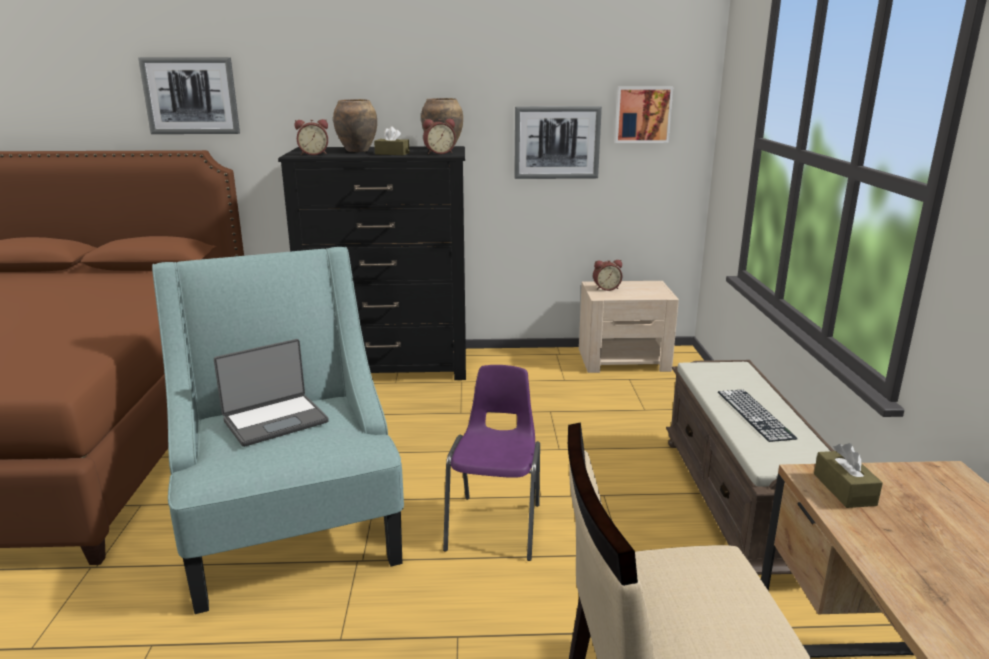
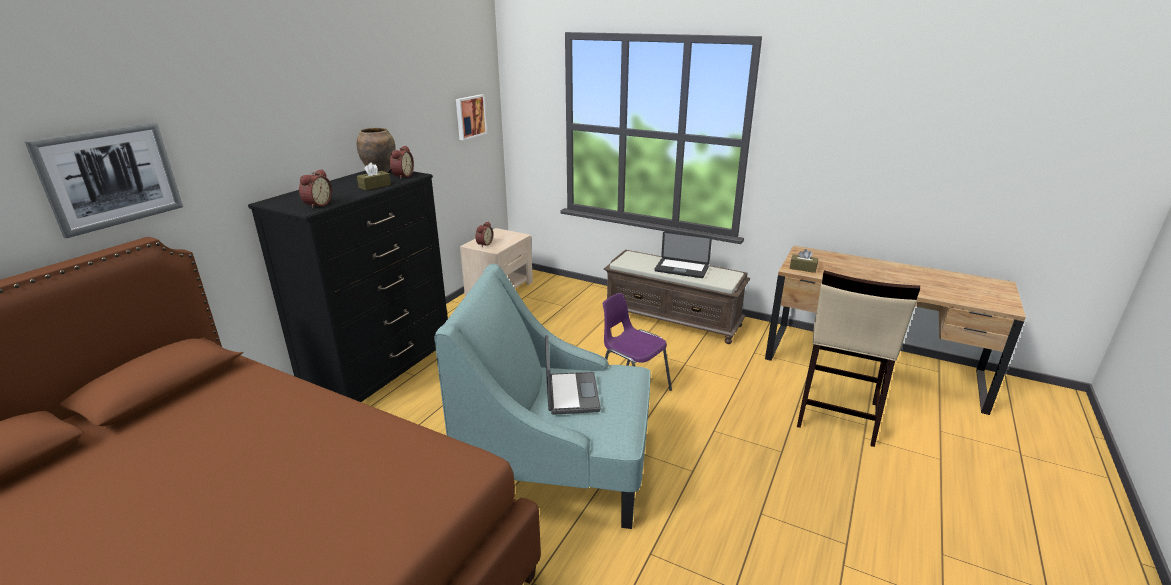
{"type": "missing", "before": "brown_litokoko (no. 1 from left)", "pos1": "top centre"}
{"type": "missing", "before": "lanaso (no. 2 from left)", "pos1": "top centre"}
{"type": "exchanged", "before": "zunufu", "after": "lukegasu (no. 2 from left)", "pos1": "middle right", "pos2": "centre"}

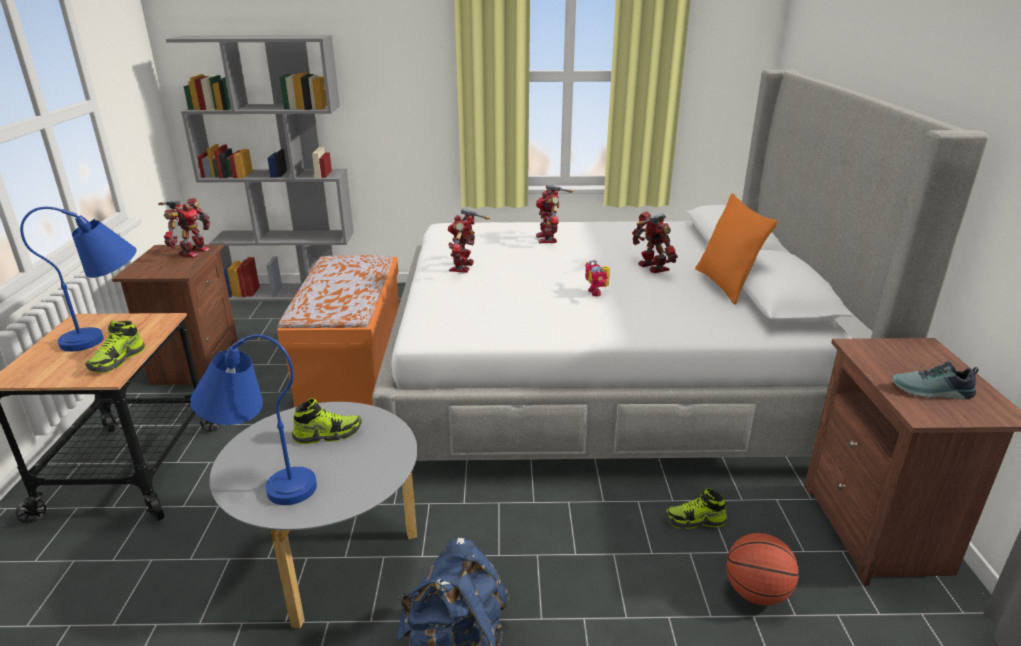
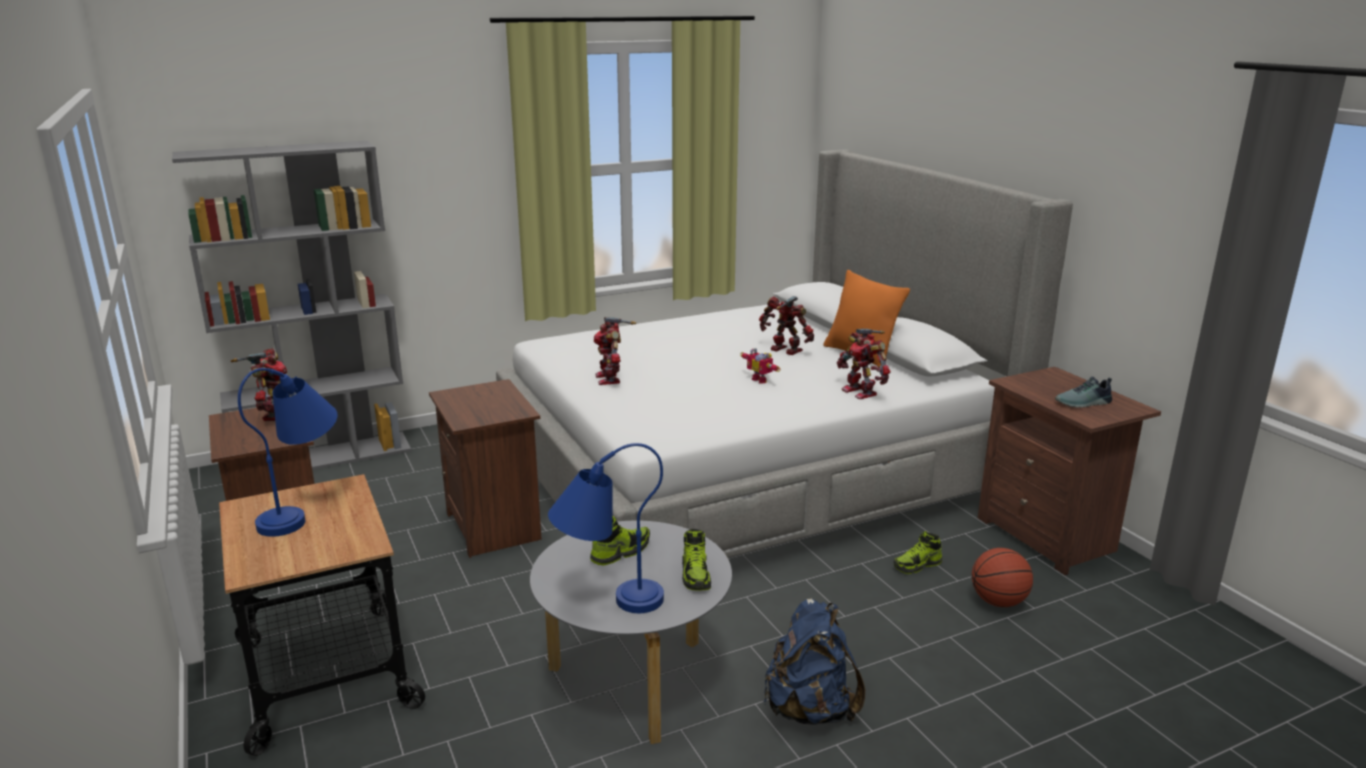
{"type": "relocated", "before": "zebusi (no. 3 from left in the first image)", "after": "zebusi (no. 5 from left)", "pos1": "top centre", "pos2": "centre"}
{"type": "exchanged", "before": "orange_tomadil", "after": "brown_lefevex (no. 2 from left)", "pos1": "middle left", "pos2": "centre"}
{"type": "relocated", "before": "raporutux (no. 1 from left in the first image)", "after": "raporutux (no. 2 from left)", "pos1": "middle left", "pos2": "bottom centre"}

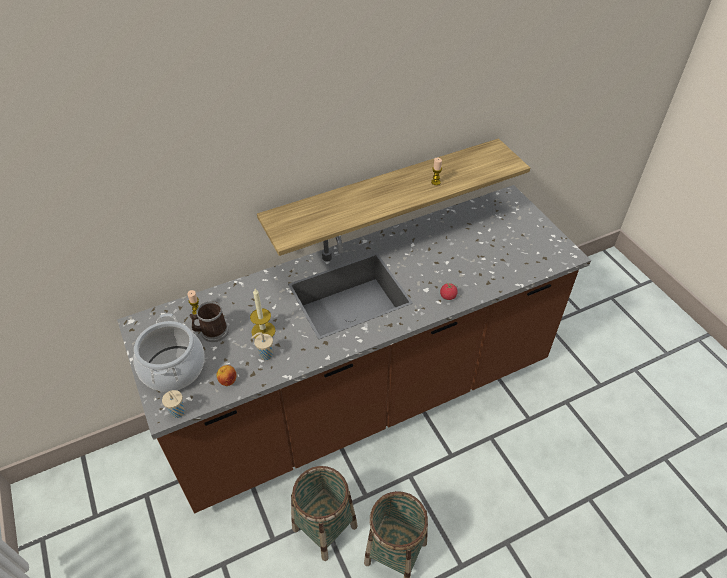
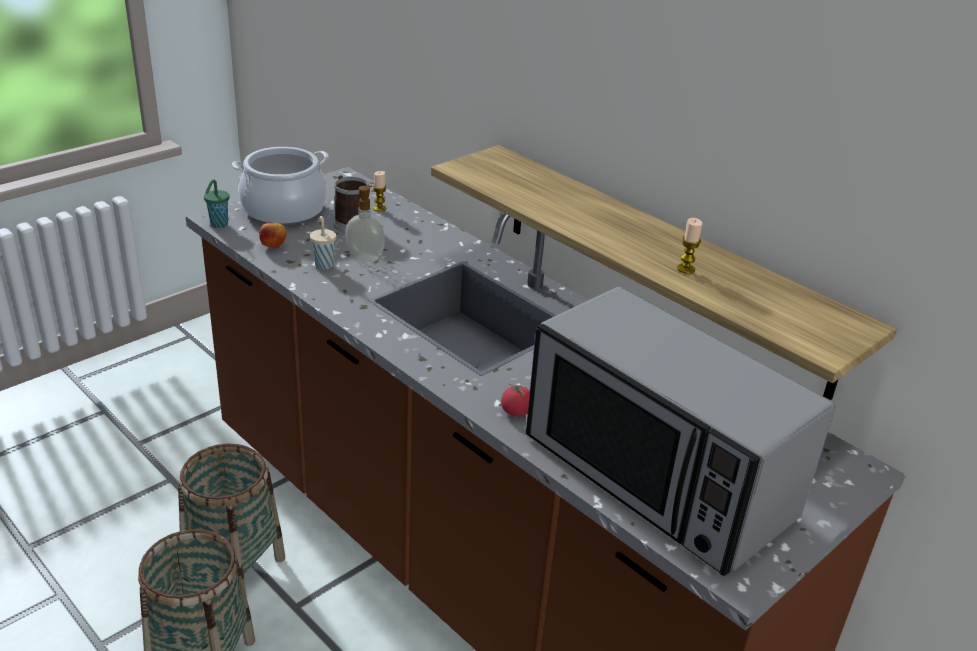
{"type": "exchanged", "before": "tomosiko (no. 2 from left)", "after": "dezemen", "pos1": "centre", "pos2": "centre"}
{"type": "colour", "before": "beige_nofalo (no. 1 from left)", "after": "green_nofalo", "pos1": "bottom left", "pos2": "top left"}
{"type": "appeared", "after": "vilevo", "pos2": "middle right"}

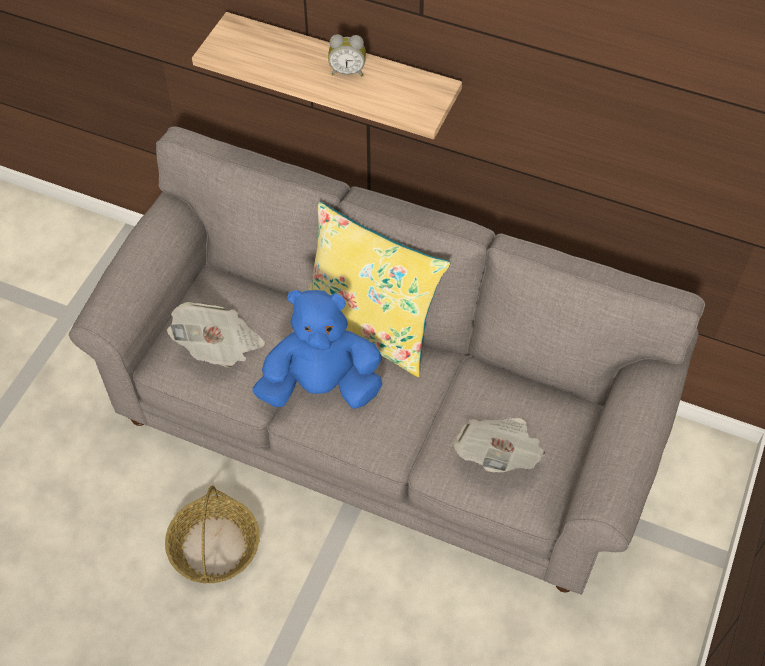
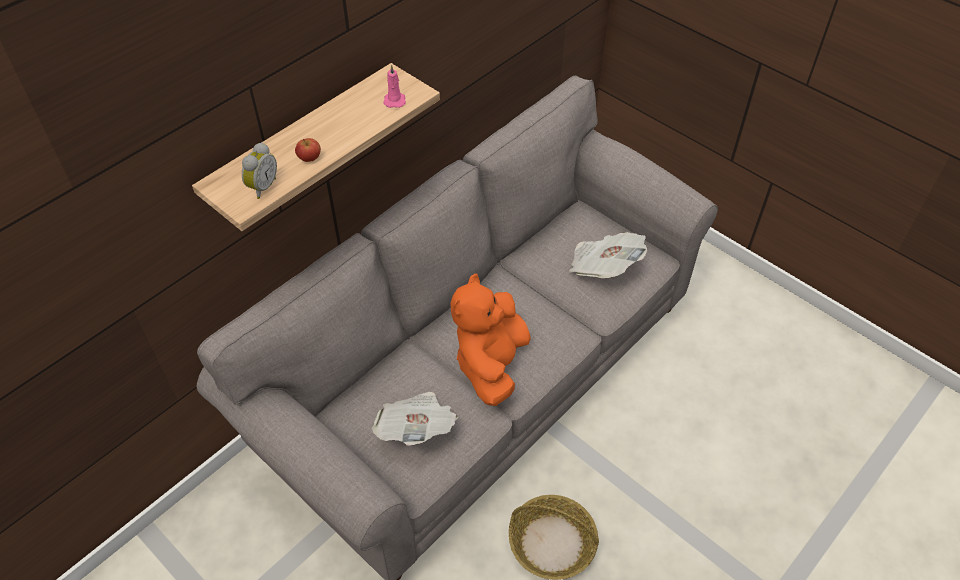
{"type": "relocated", "before": "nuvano", "pos1": "top centre", "pos2": "top left"}
{"type": "missing", "before": "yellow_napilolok", "pos1": "centre"}
{"type": "colour", "before": "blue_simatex", "after": "orange_simatex", "pos1": "centre", "pos2": "centre"}
{"type": "appeared", "after": "pink_tomosiko", "pos2": "top centre"}
{"type": "appeared", "after": "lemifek", "pos2": "top left"}

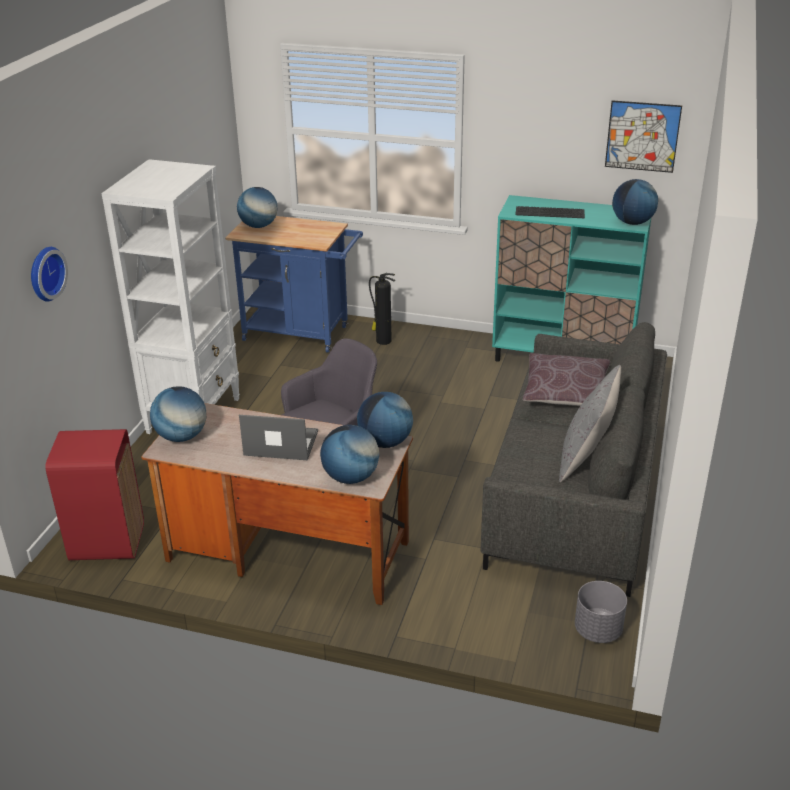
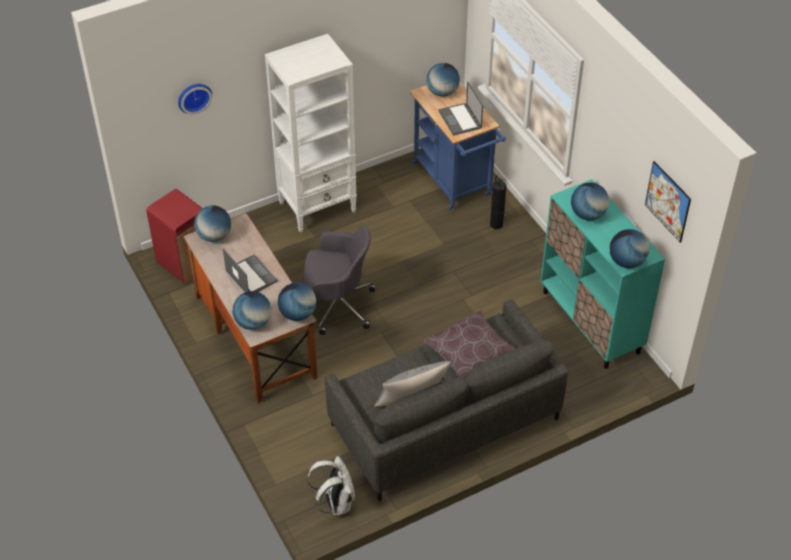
{"type": "exchanged", "before": "zunufu", "after": "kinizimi (no. 5 from left)", "pos1": "top right", "pos2": "middle right"}
{"type": "exchanged", "before": "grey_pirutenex", "after": "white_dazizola", "pos1": "bottom right", "pos2": "bottom centre"}
{"type": "appeared", "after": "lukegasu (no. 2 from left)", "pos2": "top centre"}

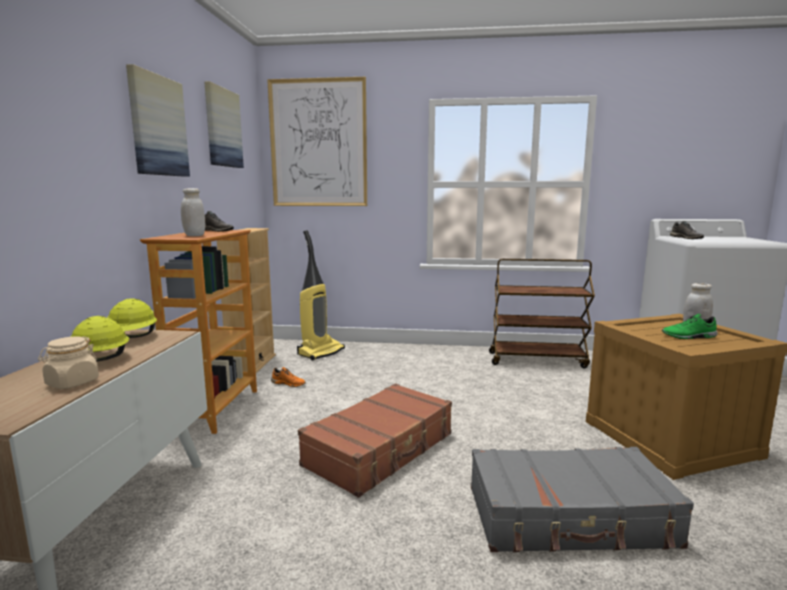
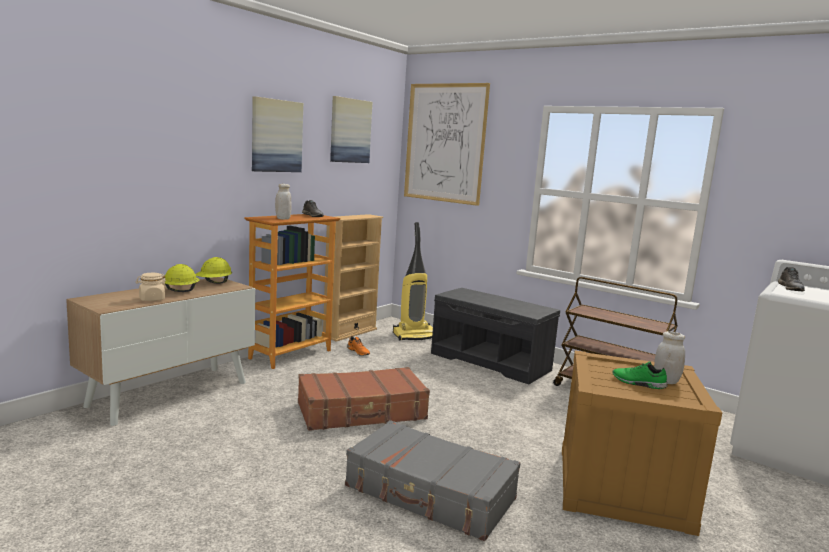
{"type": "appeared", "after": "grey_tomadil", "pos2": "centre"}

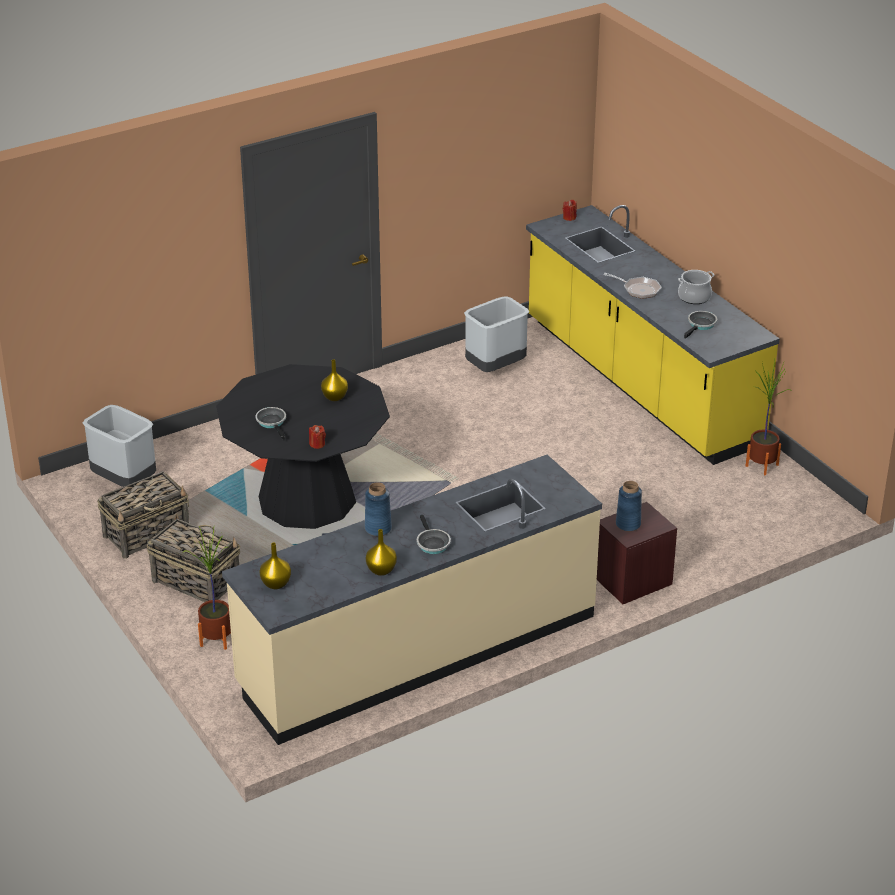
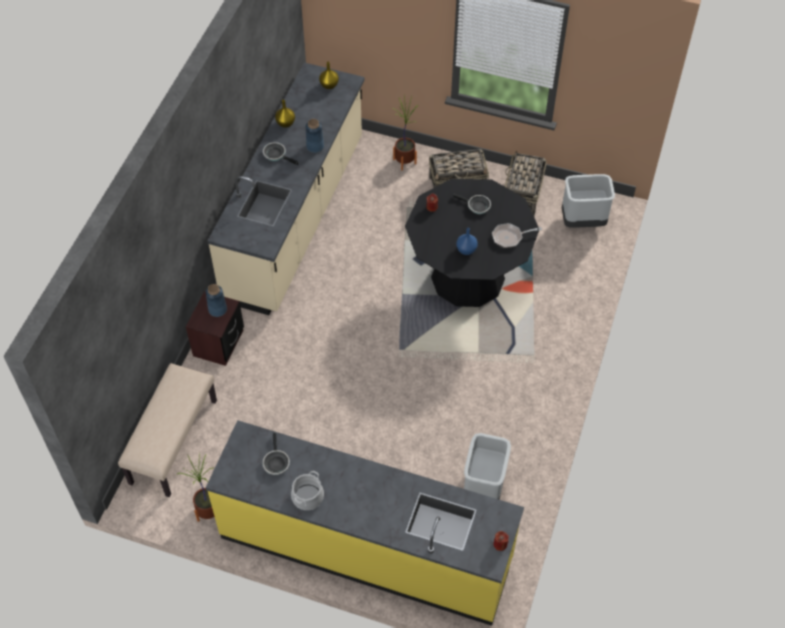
{"type": "relocated", "before": "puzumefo (no. 3 from left in the first image)", "after": "puzumefo (no. 4 from left)", "pos1": "top right", "pos2": "centre"}
{"type": "colour", "before": "yellow_litokoko (no. 2 from left)", "after": "blue_litokoko (no. 3 from left)", "pos1": "centre", "pos2": "centre"}
{"type": "appeared", "after": "beige_tomadil", "pos2": "bottom left"}

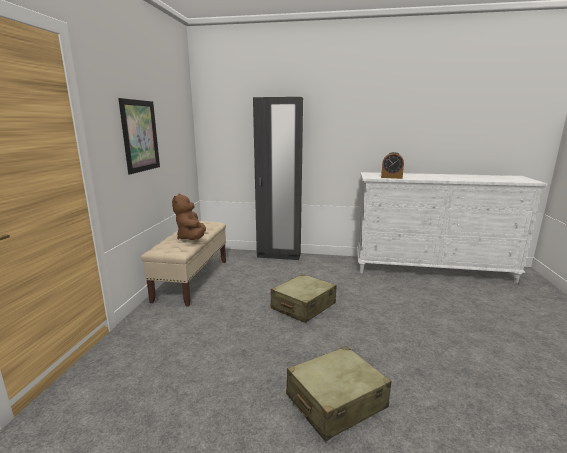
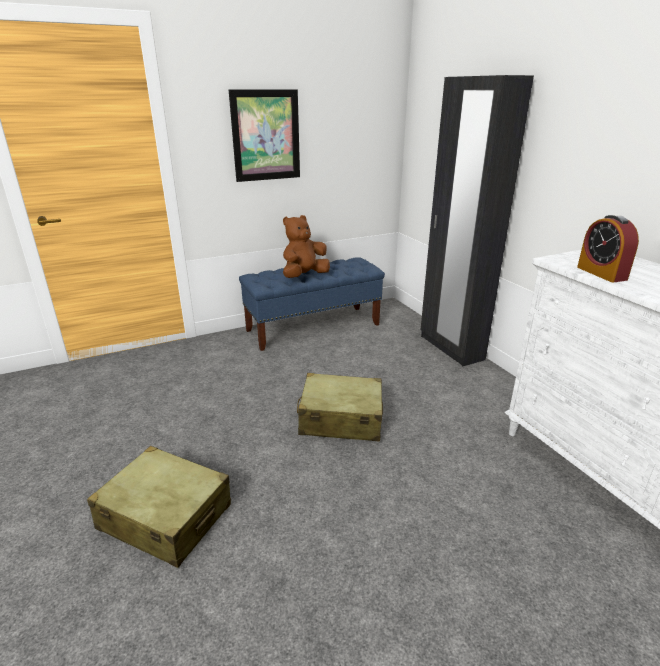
{"type": "colour", "before": "beige_tomadil", "after": "blue_tomadil", "pos1": "middle left", "pos2": "centre"}

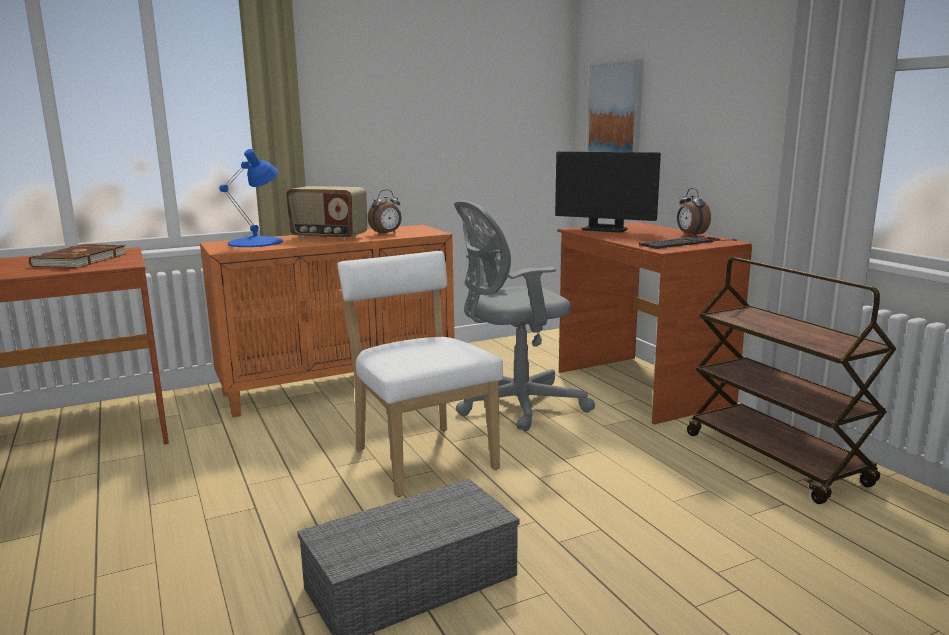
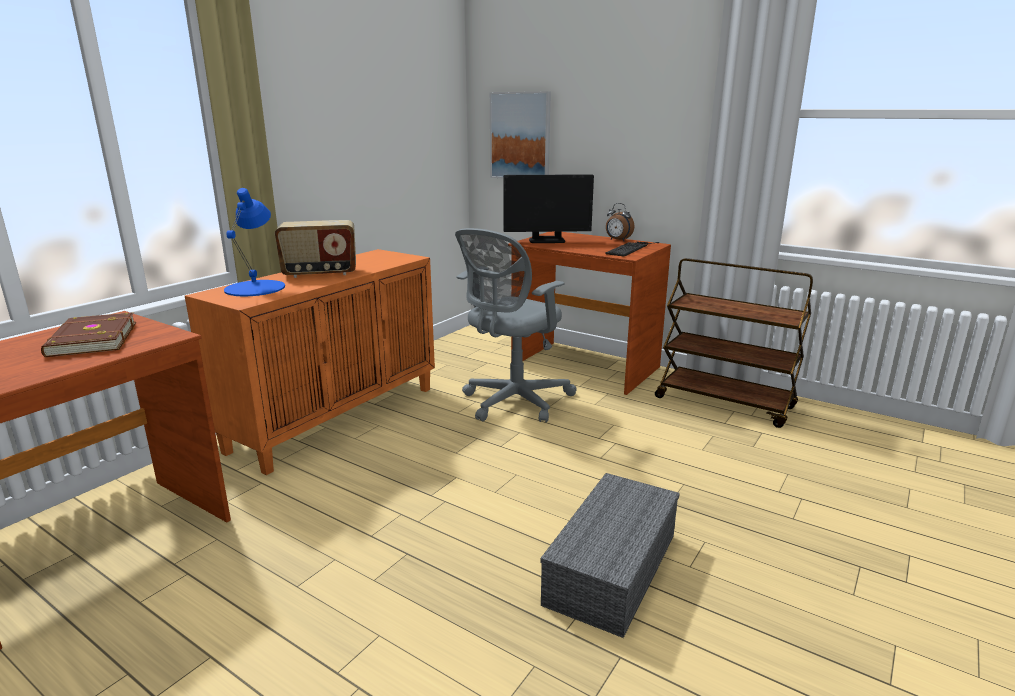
{"type": "missing", "before": "nuvano (no. 1 from left)", "pos1": "centre"}
{"type": "missing", "before": "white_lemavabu", "pos1": "centre"}

